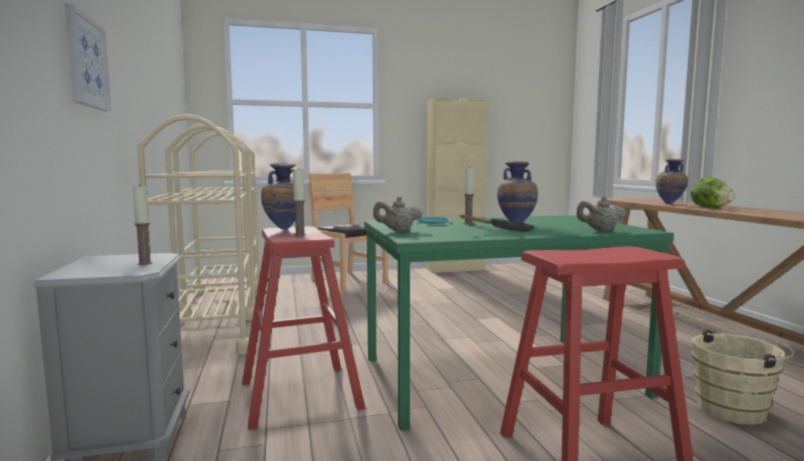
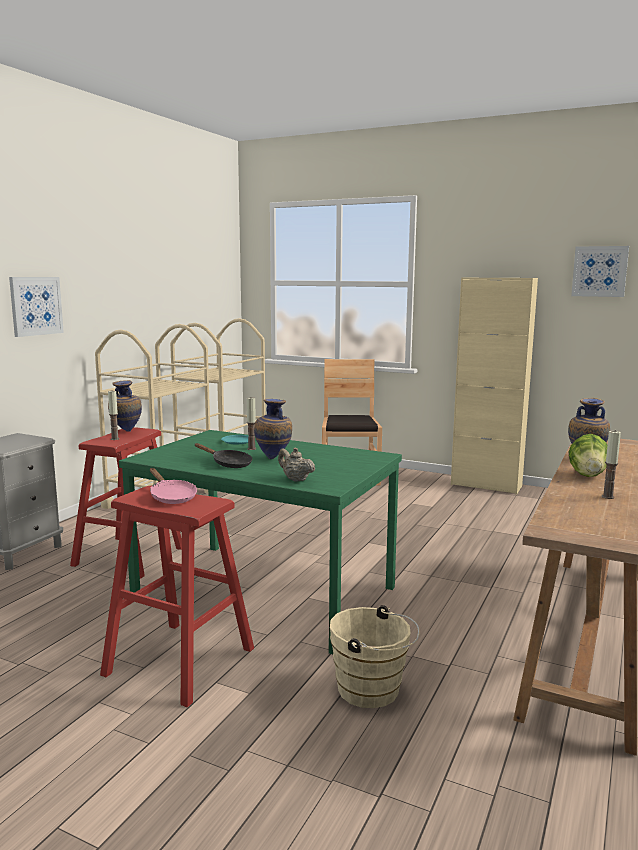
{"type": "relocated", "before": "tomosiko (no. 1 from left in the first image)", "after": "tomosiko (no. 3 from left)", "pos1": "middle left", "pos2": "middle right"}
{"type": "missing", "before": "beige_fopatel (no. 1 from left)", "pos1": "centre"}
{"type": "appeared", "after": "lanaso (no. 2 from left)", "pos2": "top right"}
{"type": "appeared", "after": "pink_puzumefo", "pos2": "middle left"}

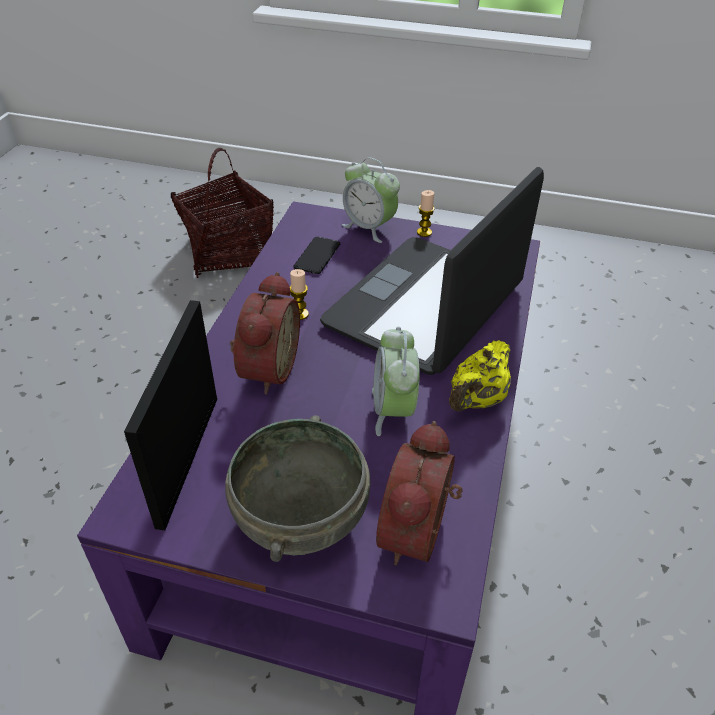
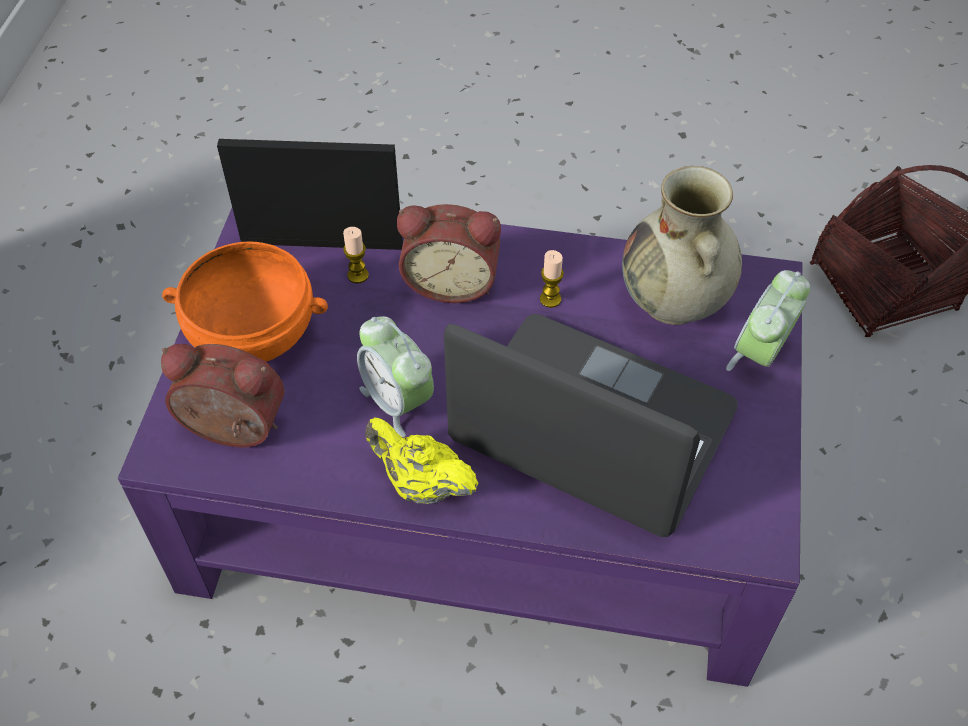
{"type": "relocated", "before": "tomosiko (no. 2 from left in the first image)", "after": "tomosiko (no. 1 from left)", "pos1": "top centre", "pos2": "centre"}
{"type": "exchanged", "before": "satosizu", "after": "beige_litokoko", "pos1": "centre", "pos2": "middle right"}
{"type": "spun", "before": "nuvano (no. 3 from left in the first image)", "pos1": "centre", "pos2": "centre", "turn": -120}
{"type": "colour", "before": "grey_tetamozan", "after": "orange_tetamozan", "pos1": "bottom centre", "pos2": "middle left"}

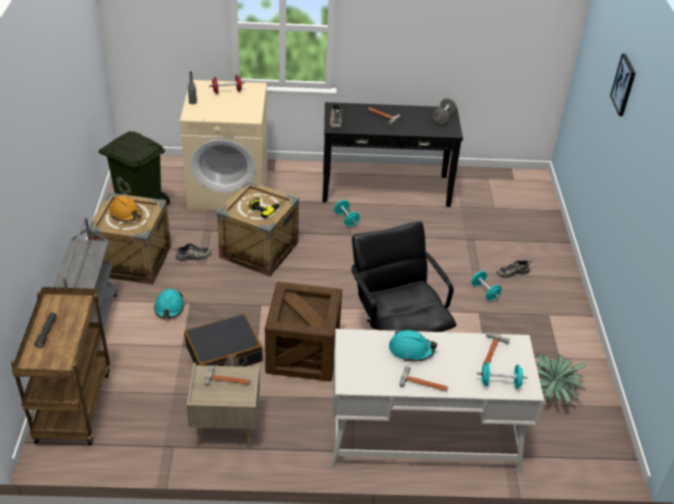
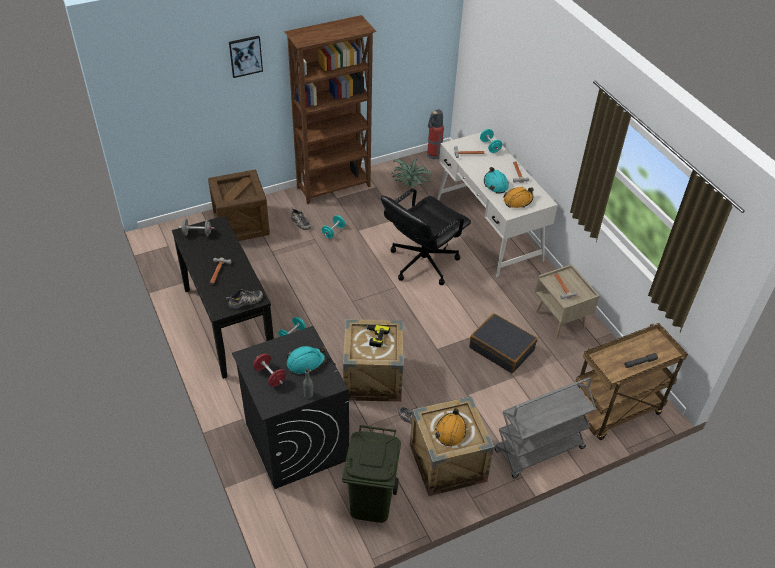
{"type": "colour", "before": "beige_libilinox", "after": "black_libilinox", "pos1": "top left", "pos2": "bottom centre"}
{"type": "relocated", "before": "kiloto (no. 3 from left in the first image)", "after": "kiloto (no. 1 from left)", "pos1": "centre", "pos2": "middle left"}
{"type": "relocated", "before": "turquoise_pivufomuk (no. 1 from left)", "pos1": "middle left", "pos2": "centre"}
{"type": "appeared", "after": "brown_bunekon", "pos2": "top centre"}
{"type": "appeared", "after": "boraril", "pos2": "top centre"}
{"type": "appeared", "after": "orange_pivufomuk (no. 2 from left)", "pos2": "middle right"}

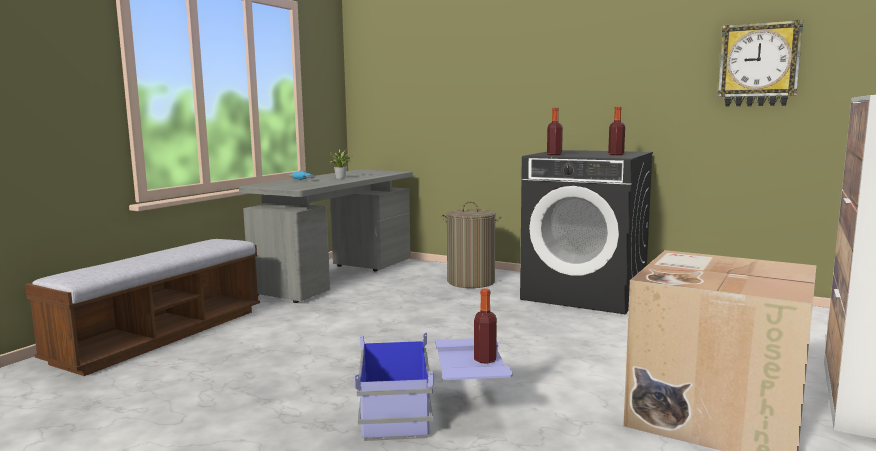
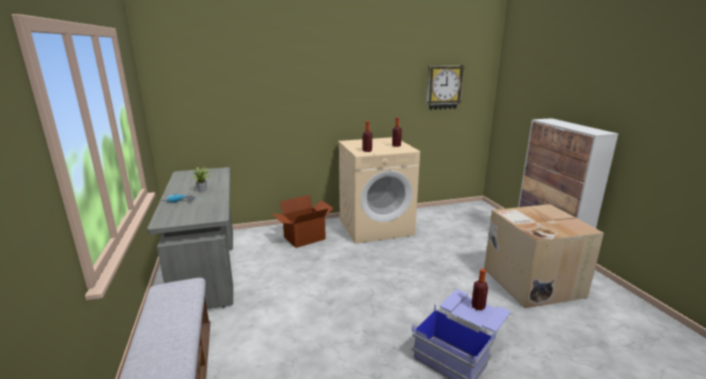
{"type": "colour", "before": "black_libilinox", "after": "beige_libilinox", "pos1": "middle right", "pos2": "centre"}
{"type": "exchanged", "before": "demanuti", "after": "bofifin (no. 1 from left)", "pos1": "centre", "pos2": "centre"}

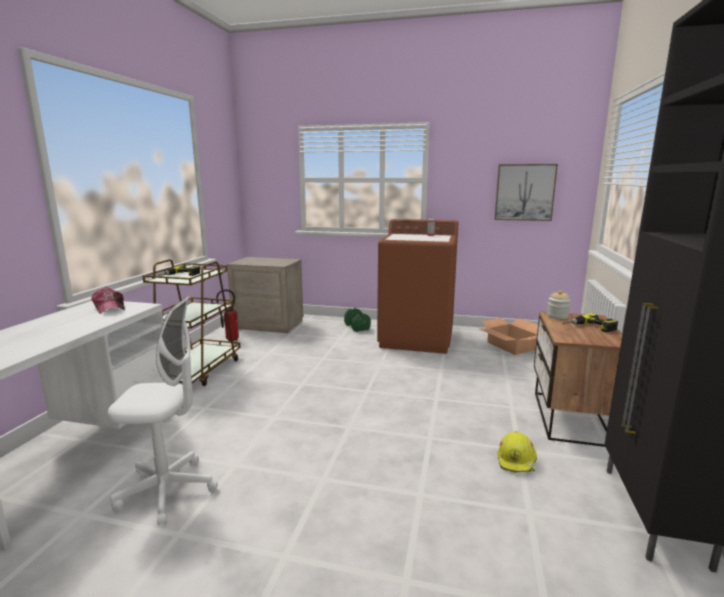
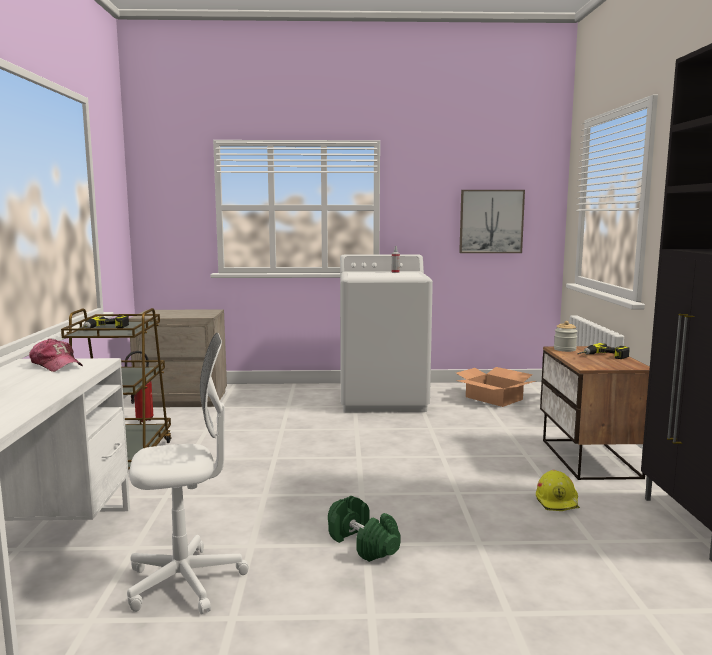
{"type": "colour", "before": "brown_libilinox", "after": "white_libilinox", "pos1": "centre", "pos2": "centre"}
{"type": "relocated", "before": "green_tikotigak", "pos1": "centre", "pos2": "bottom centre"}

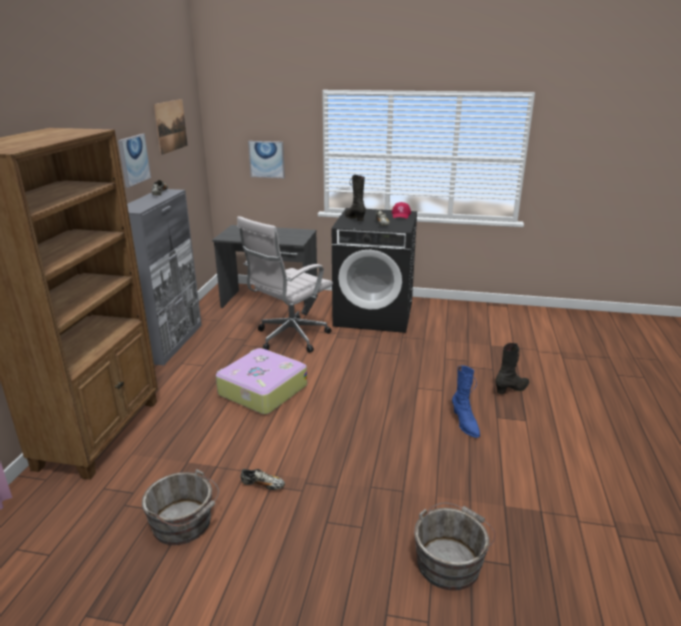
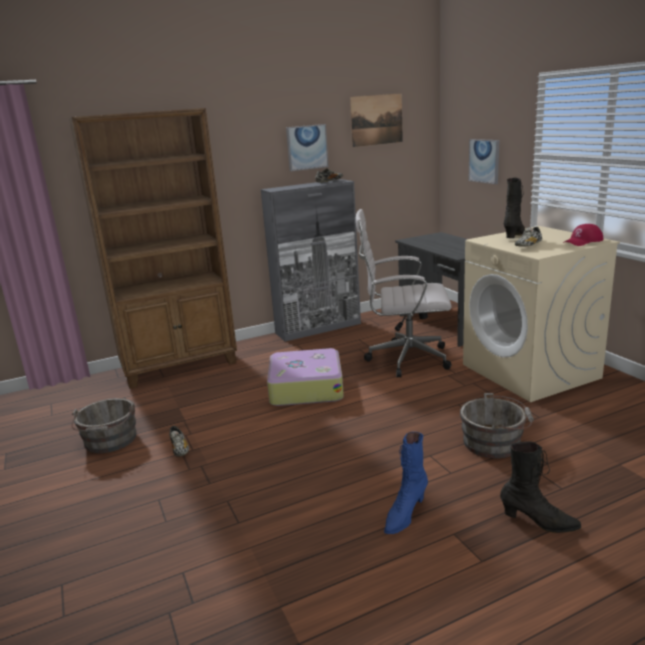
{"type": "colour", "before": "black_libilinox", "after": "beige_libilinox", "pos1": "centre", "pos2": "middle right"}
{"type": "relocated", "before": "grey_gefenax (no. 2 from left)", "pos1": "bottom right", "pos2": "middle right"}

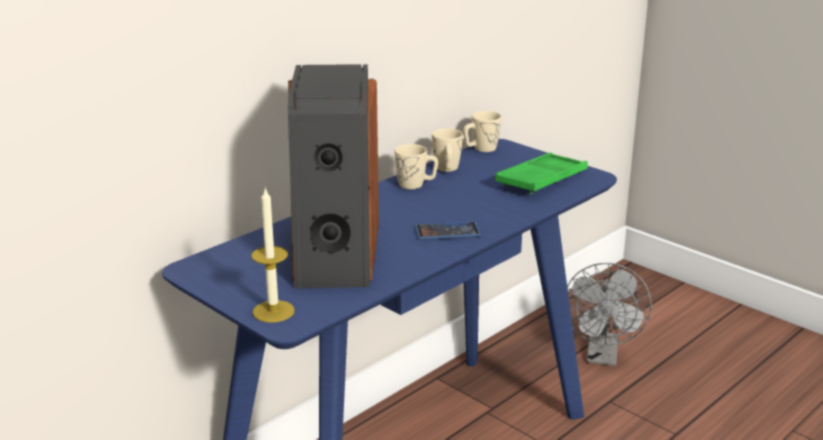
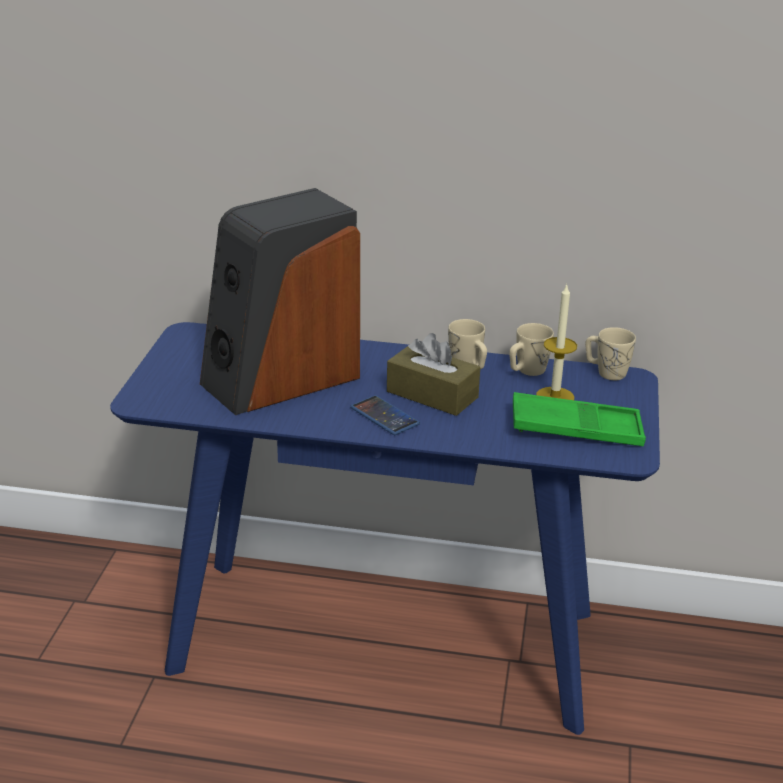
{"type": "relocated", "before": "tomosiko", "pos1": "middle left", "pos2": "middle right"}
{"type": "missing", "before": "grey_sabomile", "pos1": "bottom right"}
{"type": "appeared", "after": "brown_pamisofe", "pos2": "centre"}

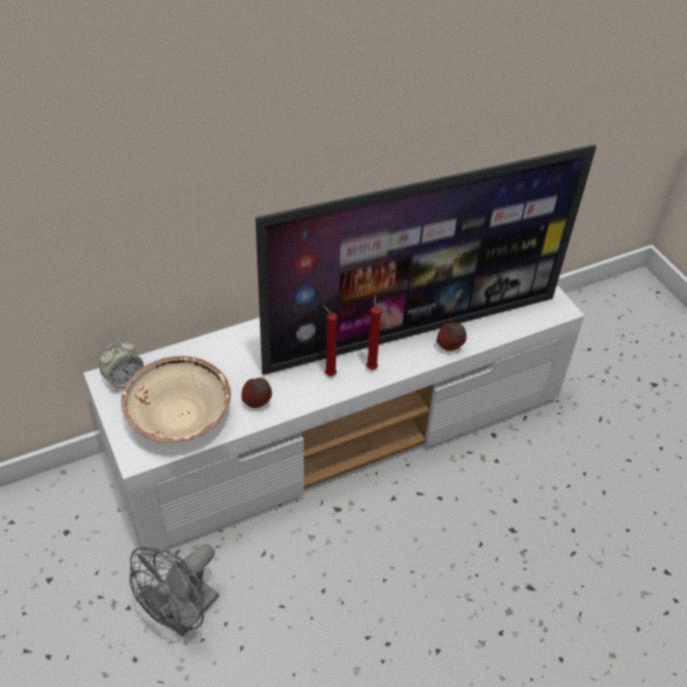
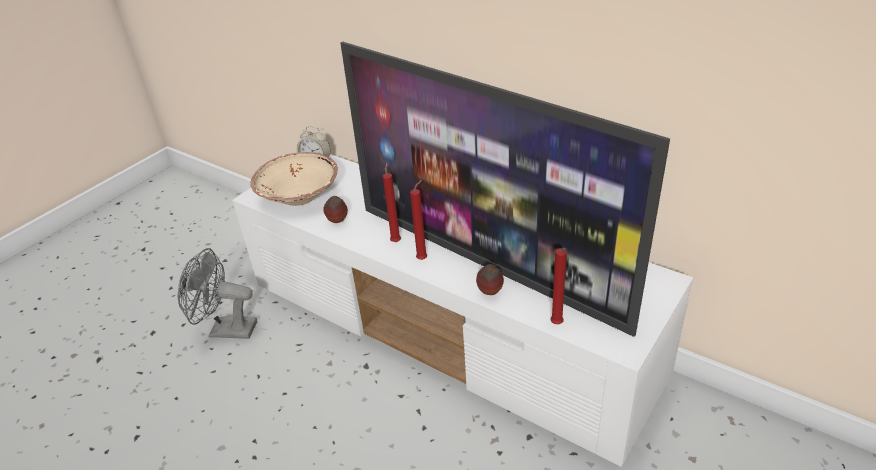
{"type": "appeared", "after": "red_tomosiko (no. 3 from left)", "pos2": "centre"}

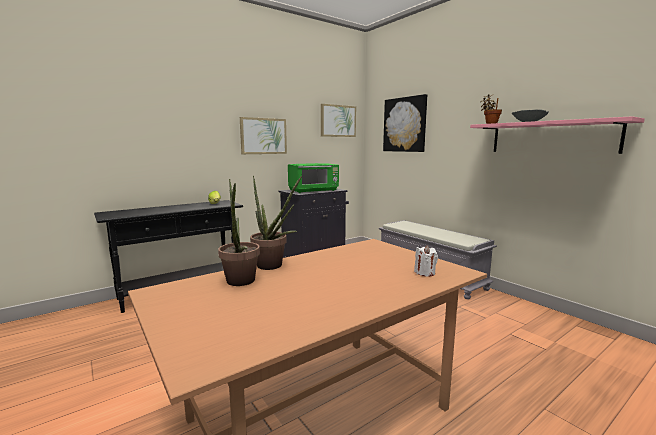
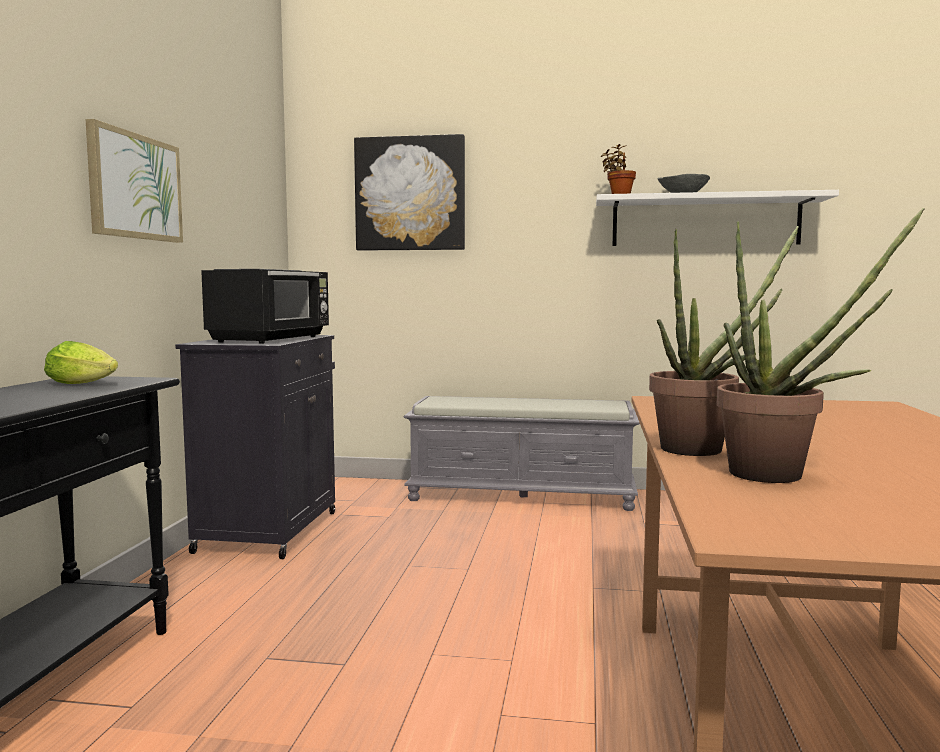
{"type": "missing", "before": "lanaso (no. 2 from left)", "pos1": "top centre"}
{"type": "colour", "before": "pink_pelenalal", "after": "white_pelenalal", "pos1": "top right", "pos2": "top right"}
{"type": "colour", "before": "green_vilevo", "after": "black_vilevo", "pos1": "centre", "pos2": "middle left"}
{"type": "missing", "before": "white_tomosiko", "pos1": "centre"}

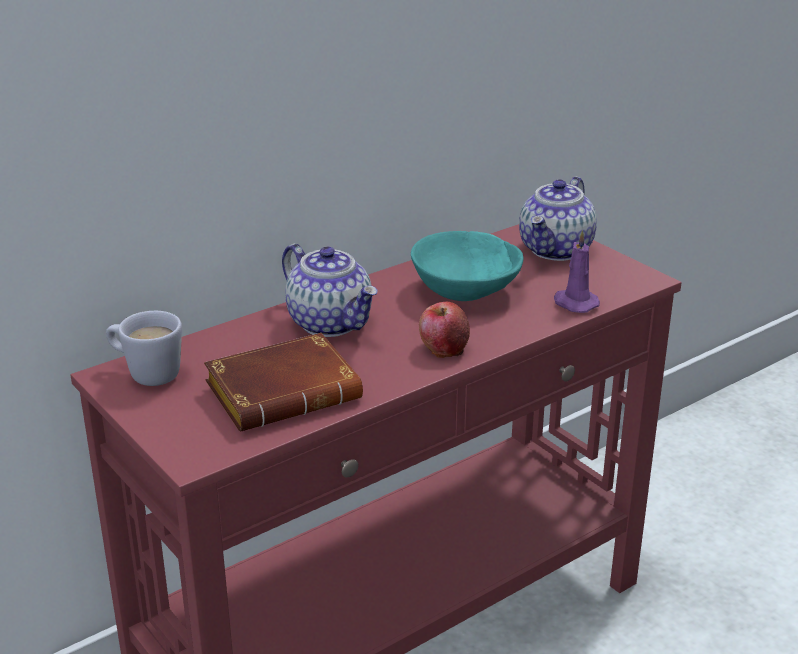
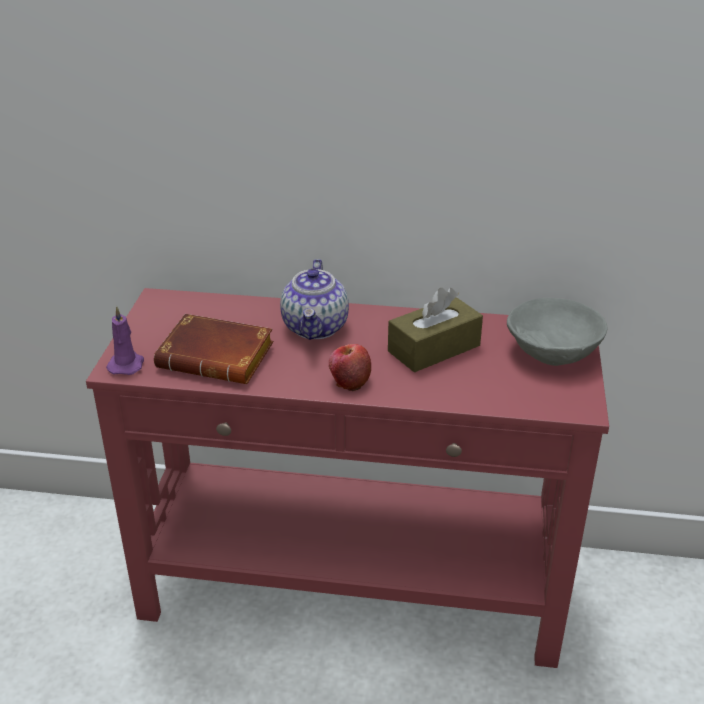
{"type": "exchanged", "before": "fopatel (no. 2 from left)", "after": "grey_tetamozan", "pos1": "middle right", "pos2": "middle right"}
{"type": "relocated", "before": "purple_tomosiko", "pos1": "middle right", "pos2": "middle left"}
{"type": "exchanged", "before": "turquoise_tetamozan", "after": "brown_pamisofe", "pos1": "centre", "pos2": "centre"}
{"type": "missing", "before": "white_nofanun", "pos1": "middle left"}

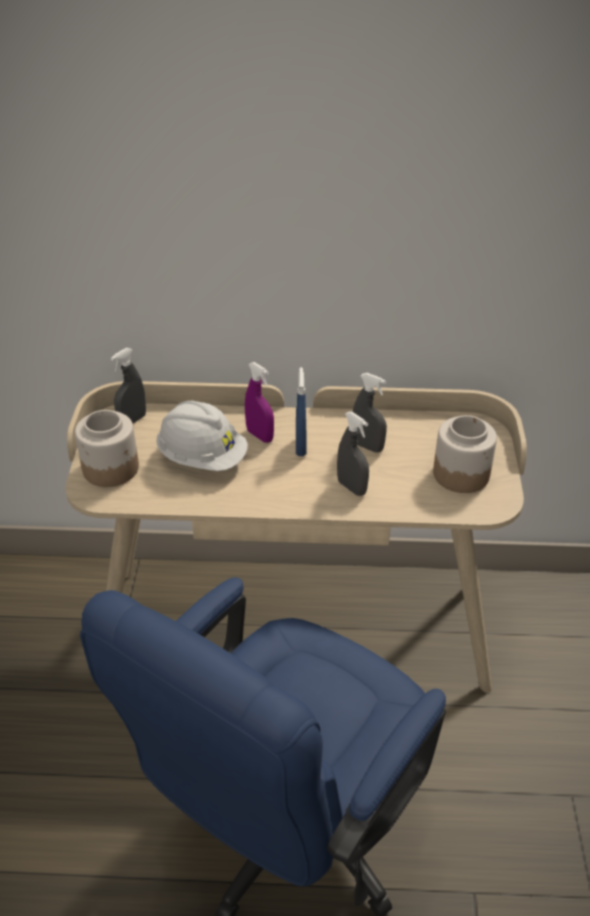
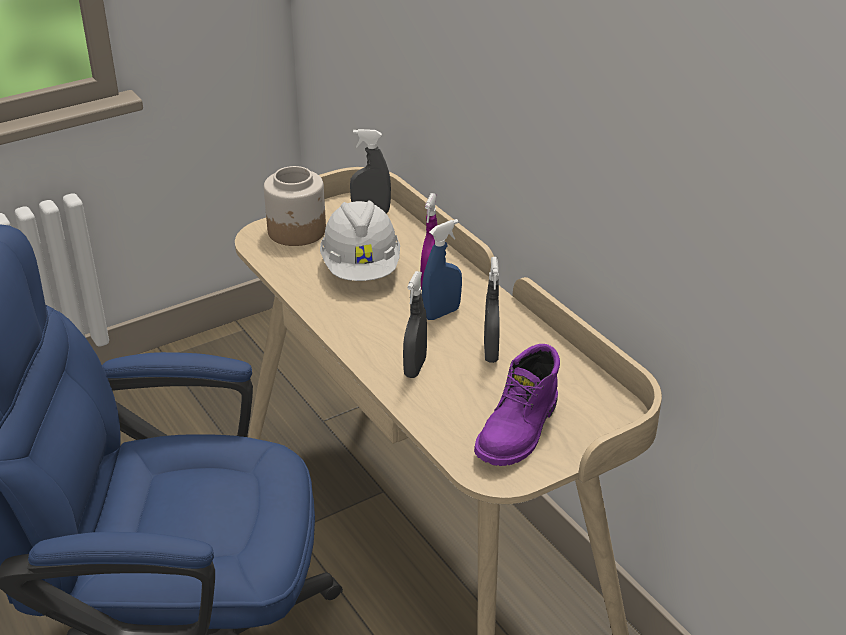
{"type": "exchanged", "before": "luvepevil (no. 2 from left)", "after": "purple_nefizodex", "pos1": "middle right", "pos2": "centre"}

